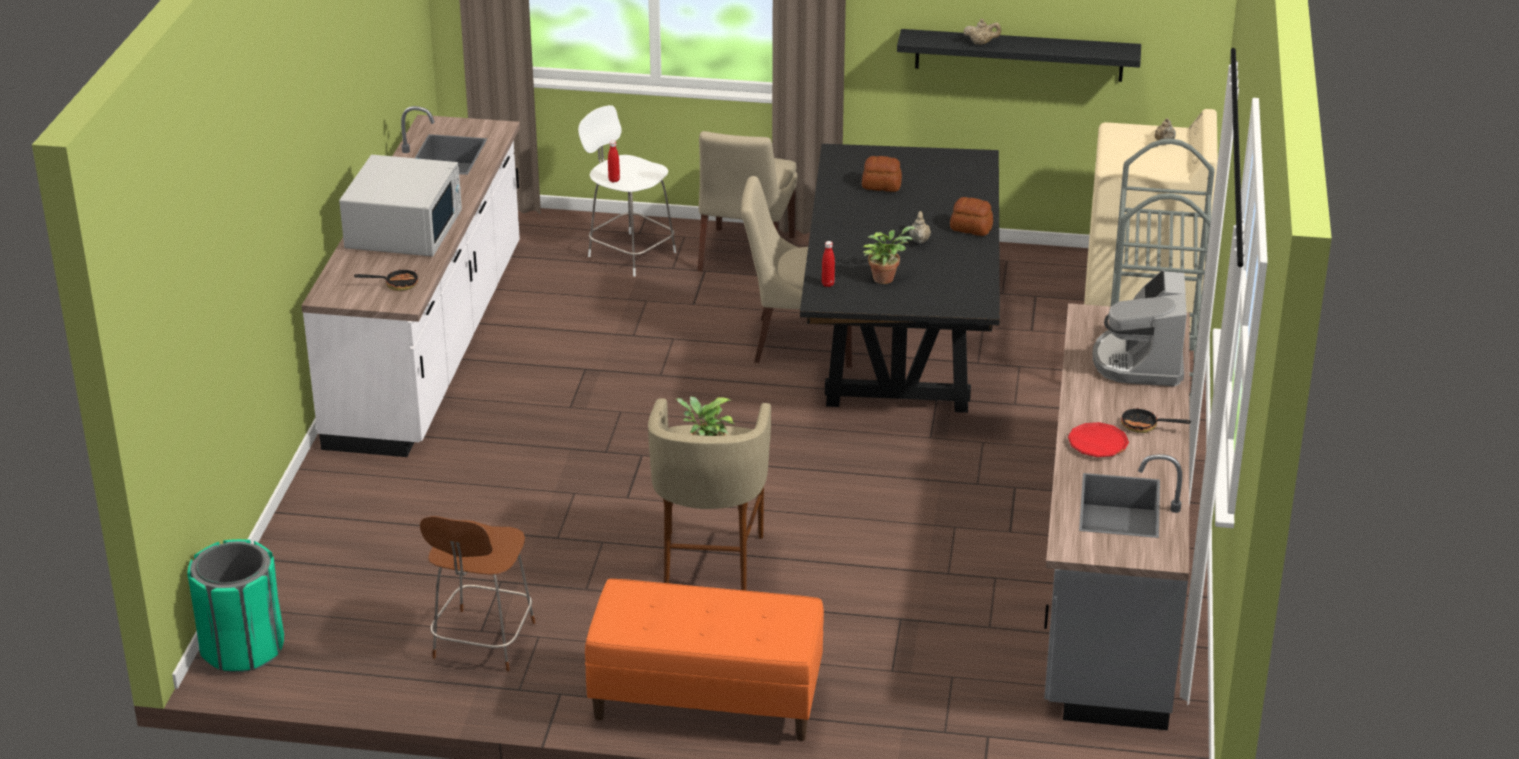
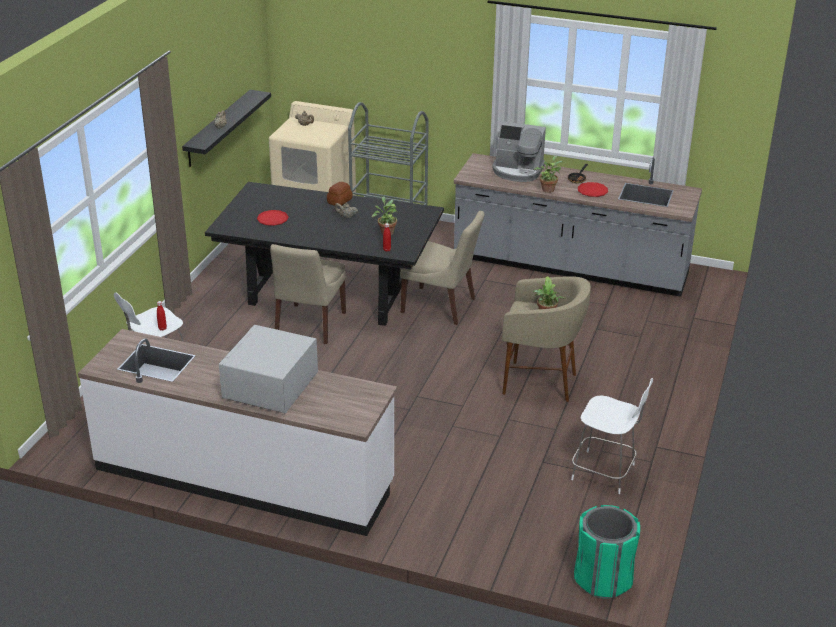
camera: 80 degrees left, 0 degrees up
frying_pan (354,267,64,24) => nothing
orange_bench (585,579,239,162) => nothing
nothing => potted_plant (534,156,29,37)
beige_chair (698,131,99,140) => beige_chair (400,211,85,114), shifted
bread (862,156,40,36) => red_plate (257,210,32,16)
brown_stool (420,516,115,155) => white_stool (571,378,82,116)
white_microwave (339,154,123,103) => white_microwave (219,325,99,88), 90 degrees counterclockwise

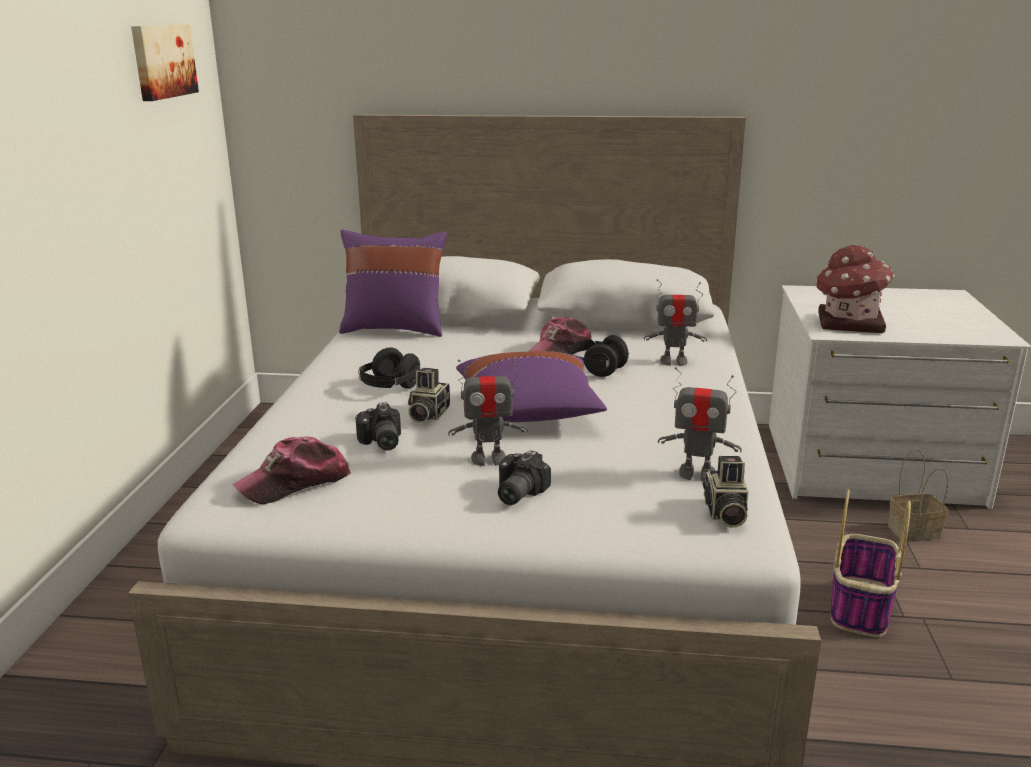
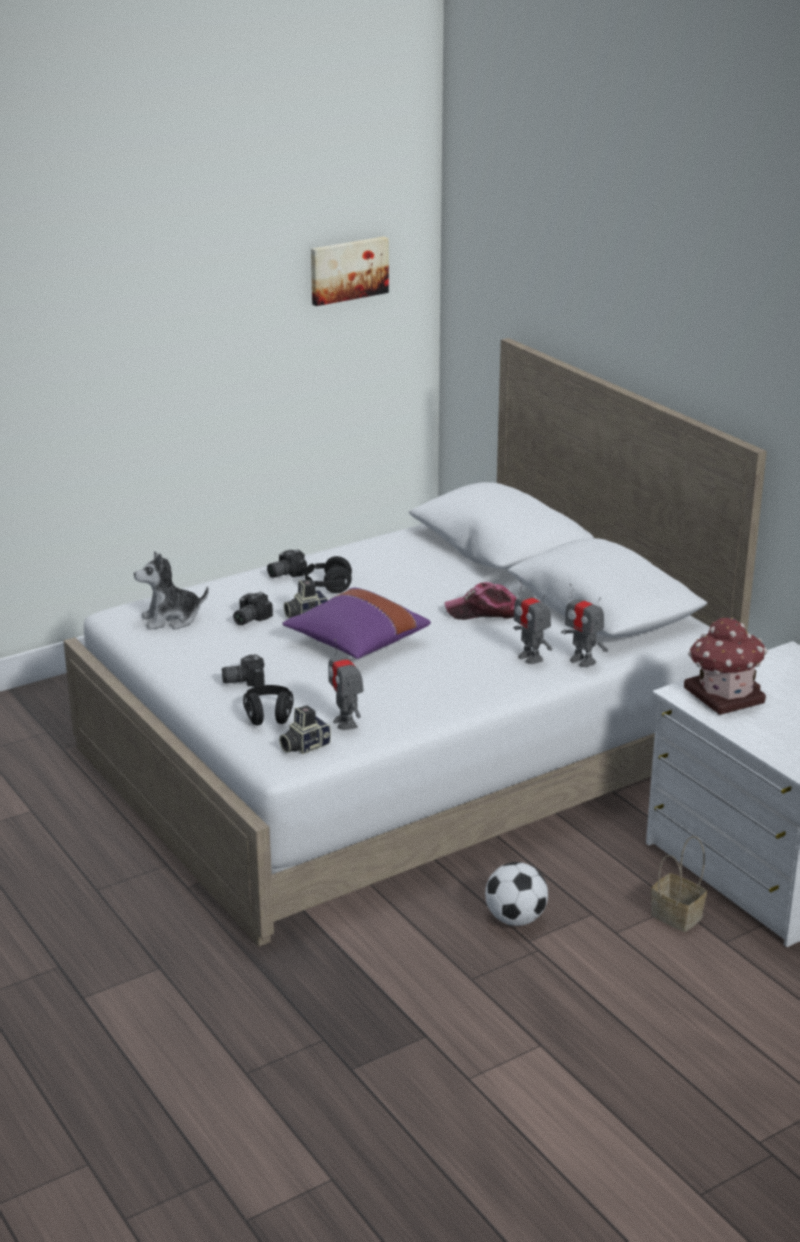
camera: 50 degrees right, 5 degrees up
purple_pillow (339,230,108,107) => nothing
nothing => photo_camera (267,549,40,29)
toy_robot (448,359,80,107) => toy_robot (561,584,47,83), shifted
black_headphones (567,335,62,42) => black_headphones (243,685,51,41), shifted
cap (233,436,118,68) => plush_toy (134,551,75,79)
basket (831,489,80,148) => football (485,862,63,64)

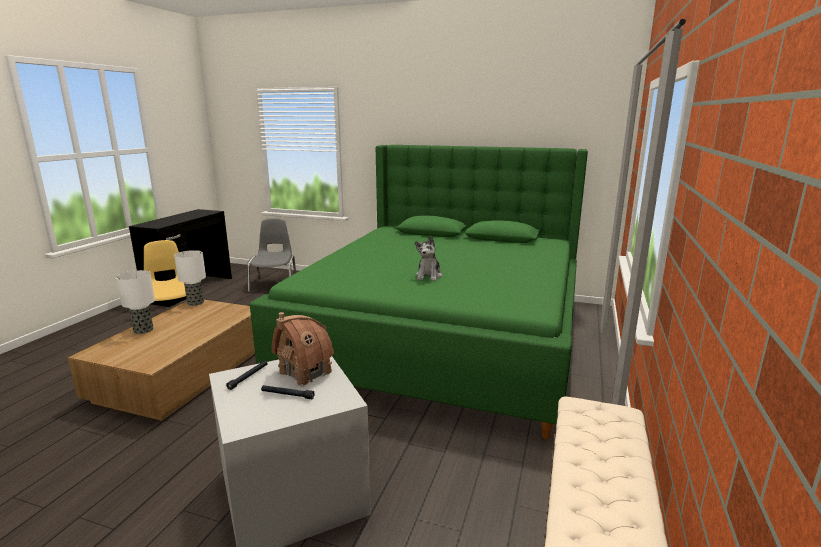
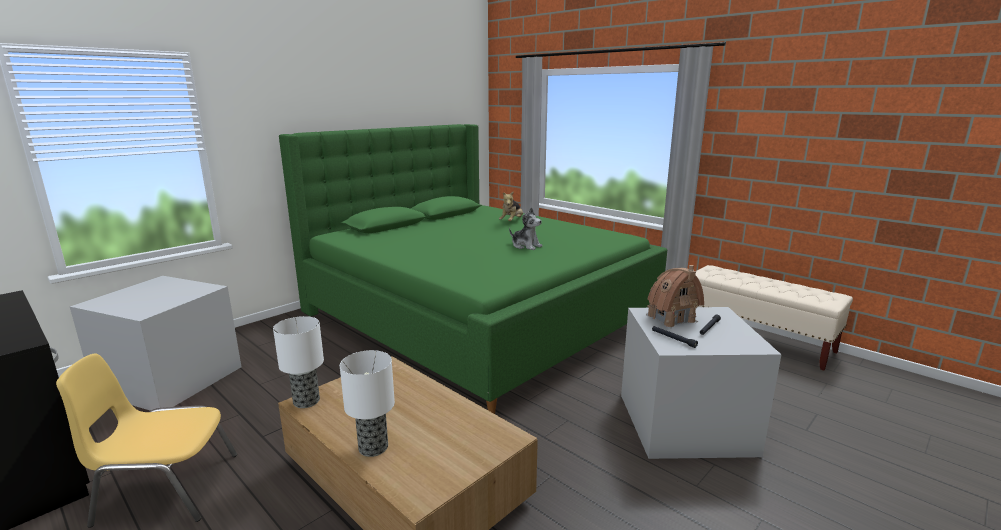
camera: 65 degrees left, 0 degrees up
nothing => plush_toy (499,191,24,30)
grey_chair (247,218,49,74) => grey_storage_box (70,276,171,135)

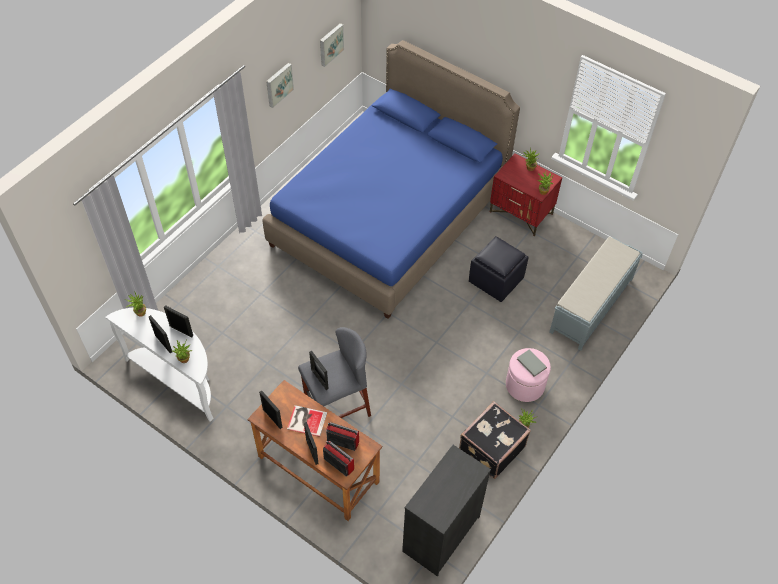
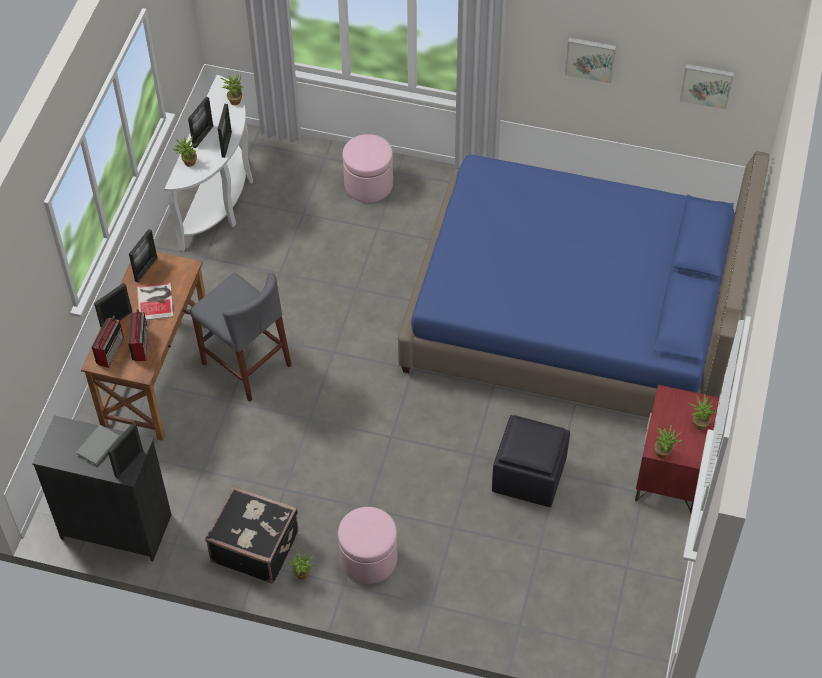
camera: 70 degrees right, 0 degrees up
grey_bench (550,237,93,113) => nothing
nothing => pink_ottoman (342,134,51,69)
picture_frame (309,351,20,39) => picture_frame (108,422,35,56), shifted
grey_book (517,349,30,28) => grey_book (76,425,44,41), shifted

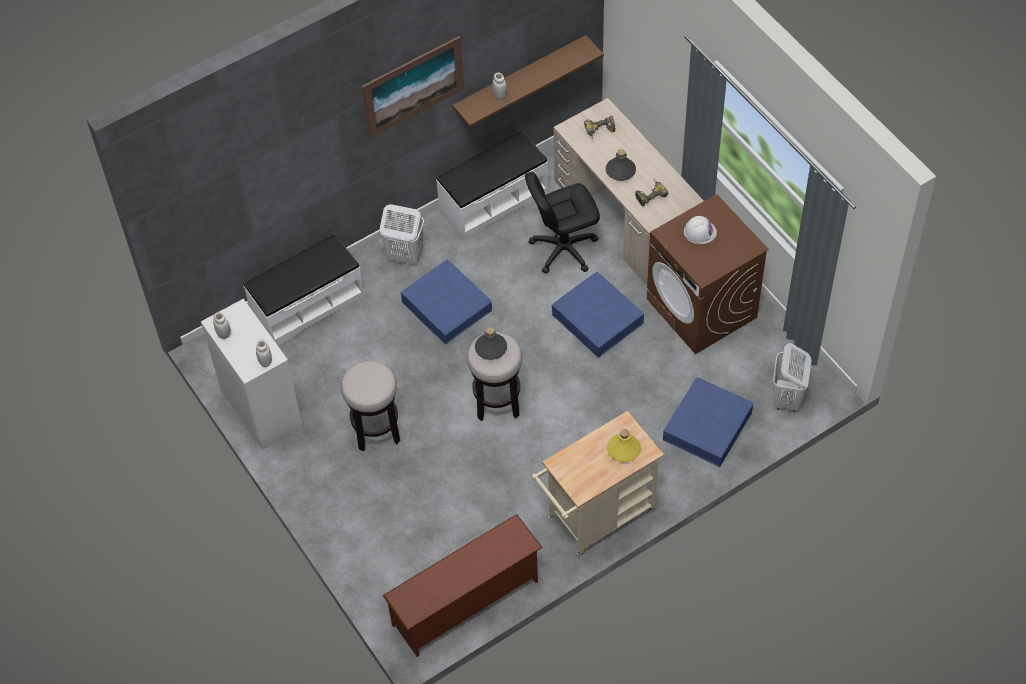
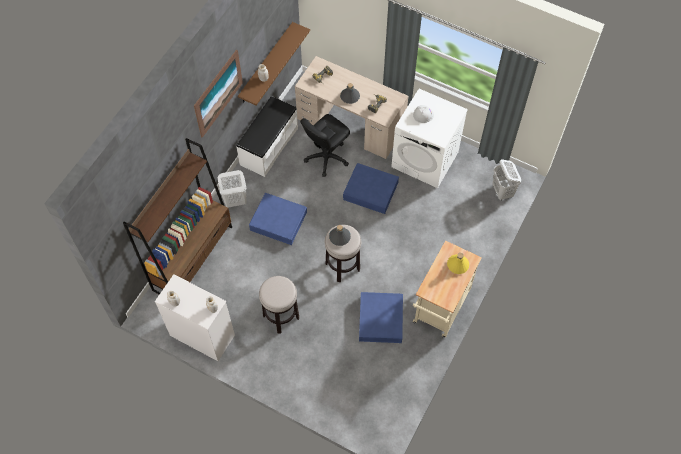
camera: 30 degrees left, 5 degrees up
brown_shoe_rack (382,514,161,143) => nothing
blue_storage_box (663,377,90,90) => blue_storage_box (359,292,44,51), shifted
white_bench (243,234,122,111) => brown_bookcase (123,138,109,156)
brown_washing_machine (646,194,123,160) => white_washing_machine (392,89,76,99)

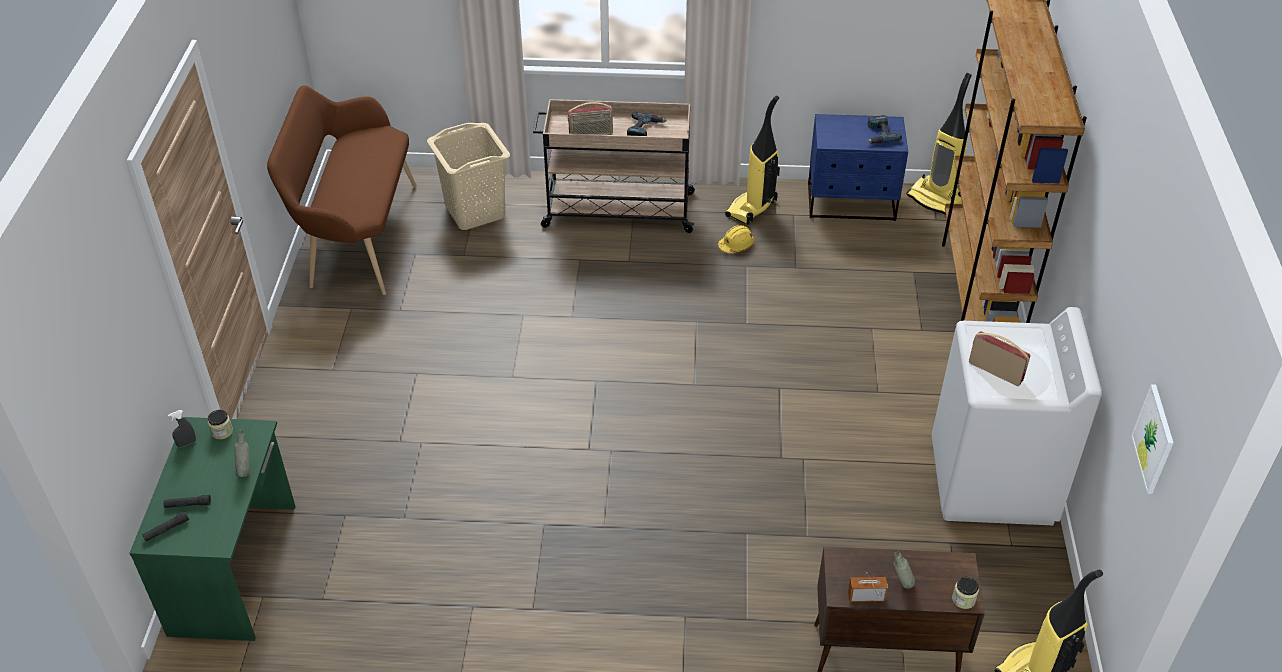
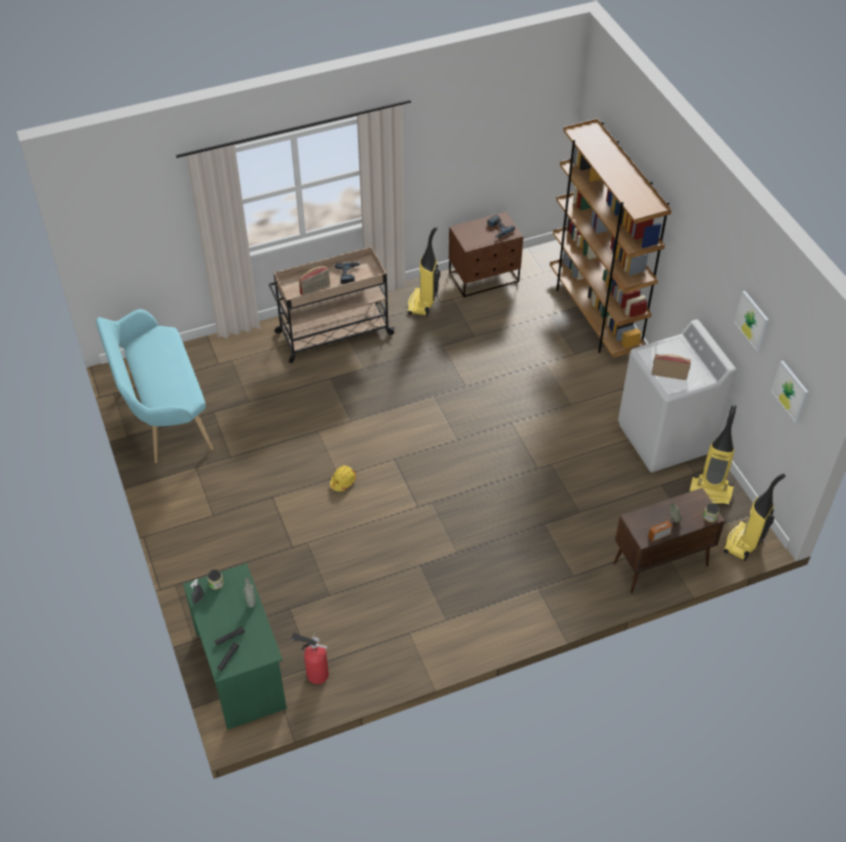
camera: 25 degrees left, 5 degrees up
beige_laundry_basket (427,123,83,107) => nothing
nothing => fire_extinguisher (291,632,38,52)
nothing => picture (734,291,35,61)
yellow_hard_hat (718,225,37,28) => yellow_hard_hat (330,465,26,26), shifted
vacuum_cleaner (907,73,65,142) => vacuum_cleaner (689,405,47,101), shifted
brown_bench (267,85,150,210) => turquoise_bench (96,309,117,154)
blue_nightstand (808,114,100,107) => brown_nightstand (449,212,74,86)

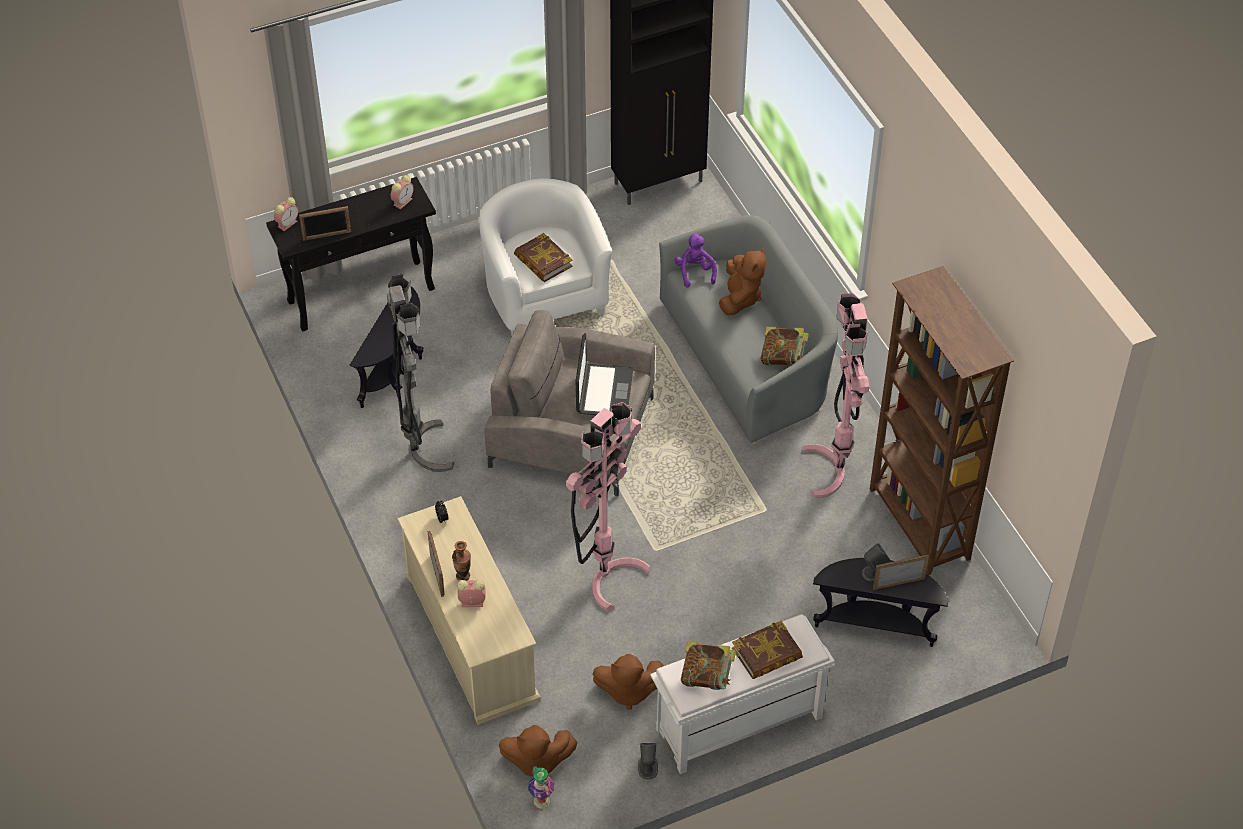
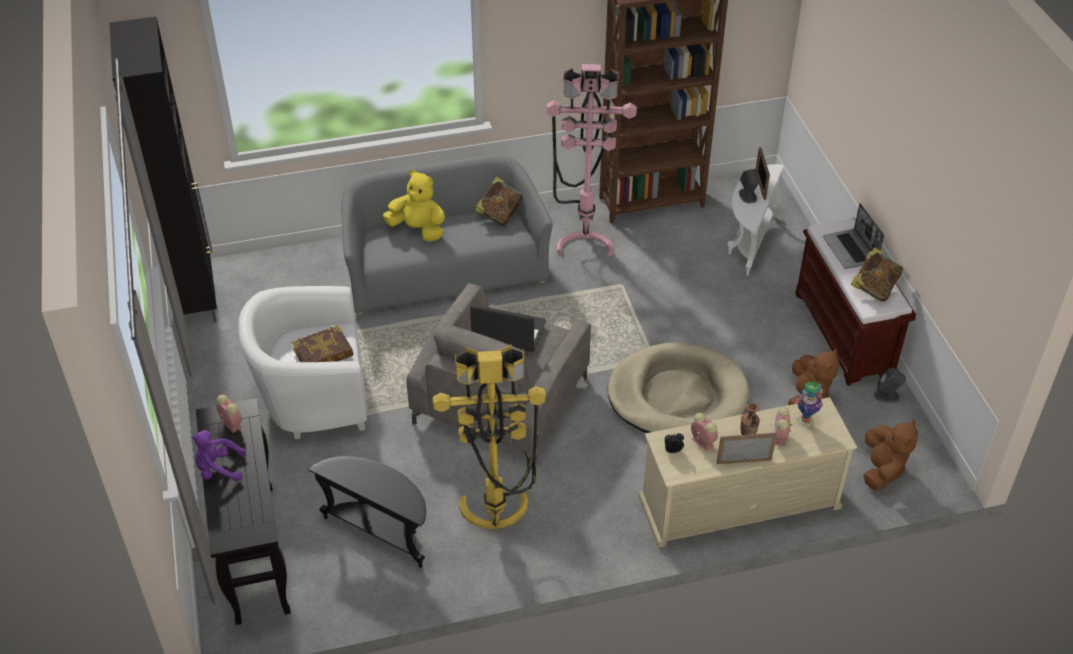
camera: 80 degrees left, 5 degrees down
picture_frame (299,206,52,35) => nothing
alarm_clock (274,197,24,34) => alarm_clock (691,413,27,38), shifted
vase (528,766,26,43) => vase (796,382,27,46), shifted
purple_plush_toy (675,233,42,55) => purple_plush_toy (191,430,55,51), shifted
pink_floor_lamp (566,402,84,208) => beige_dog_bed (608,342,141,91)
book (732,621,71,58) => laptop (823,203,61,66)
grey_floor_lamp (387,274,67,198) => yellow_floor_lamp (432,344,114,185)
white_bench (650,614,185,160) => brown_bench (795,218,121,168)
brown_plush_toy (719,247,47,69) => yellow_plush_toy (382,170,63,72)
black_side_table (813,558,135,89) => white_side_table (727,164,58,111)

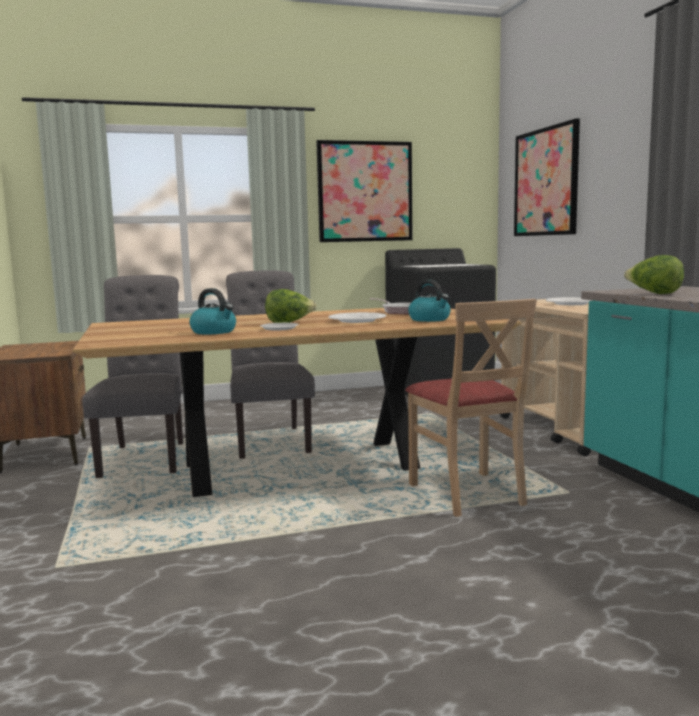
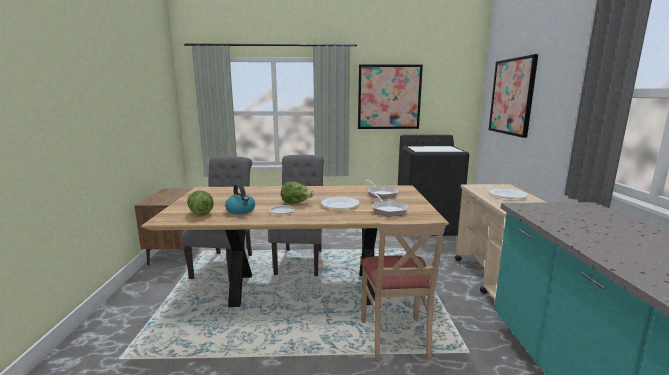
camera: 15 degrees right, 5 degrees up
lettuce (624,255,60,39) => lettuce (187,190,27,26), shifted
kettle (408,280,43,42) => frying_pan (371,192,37,25)

